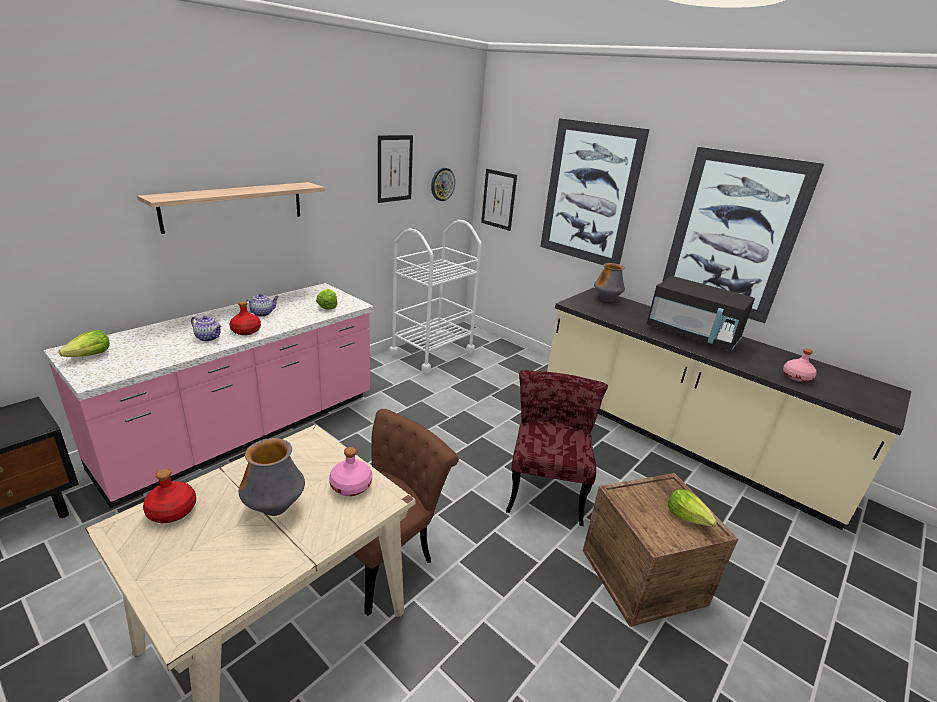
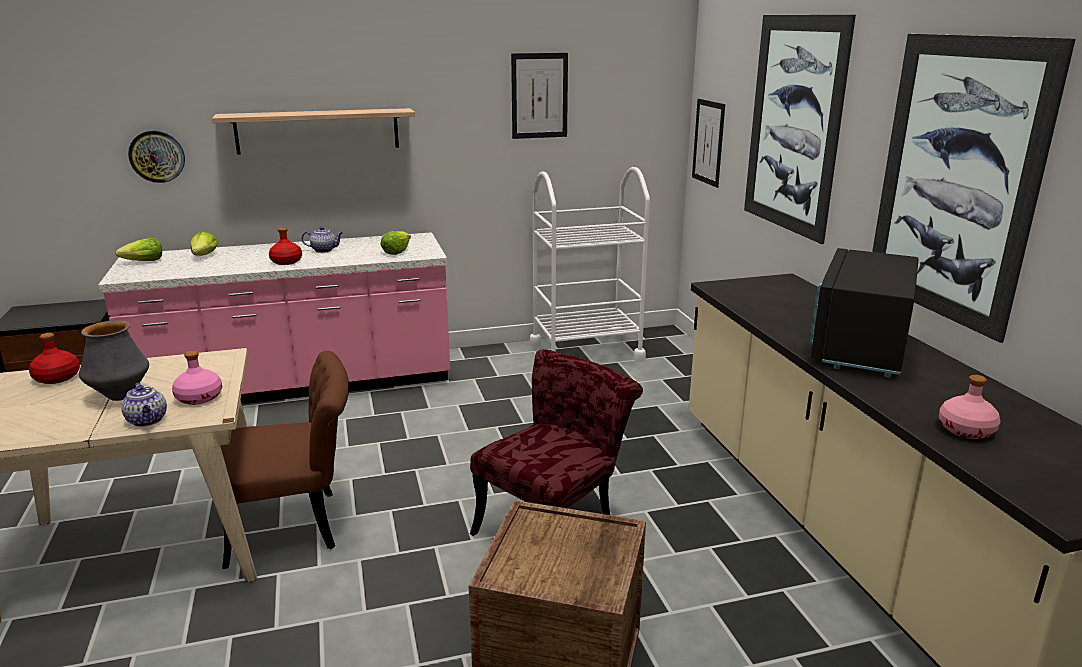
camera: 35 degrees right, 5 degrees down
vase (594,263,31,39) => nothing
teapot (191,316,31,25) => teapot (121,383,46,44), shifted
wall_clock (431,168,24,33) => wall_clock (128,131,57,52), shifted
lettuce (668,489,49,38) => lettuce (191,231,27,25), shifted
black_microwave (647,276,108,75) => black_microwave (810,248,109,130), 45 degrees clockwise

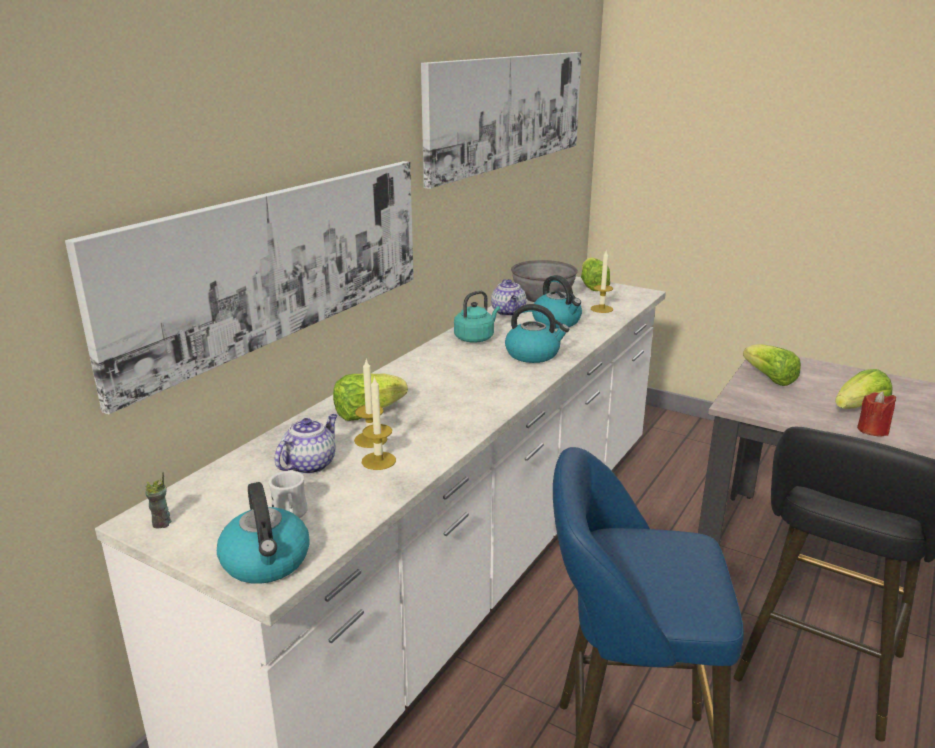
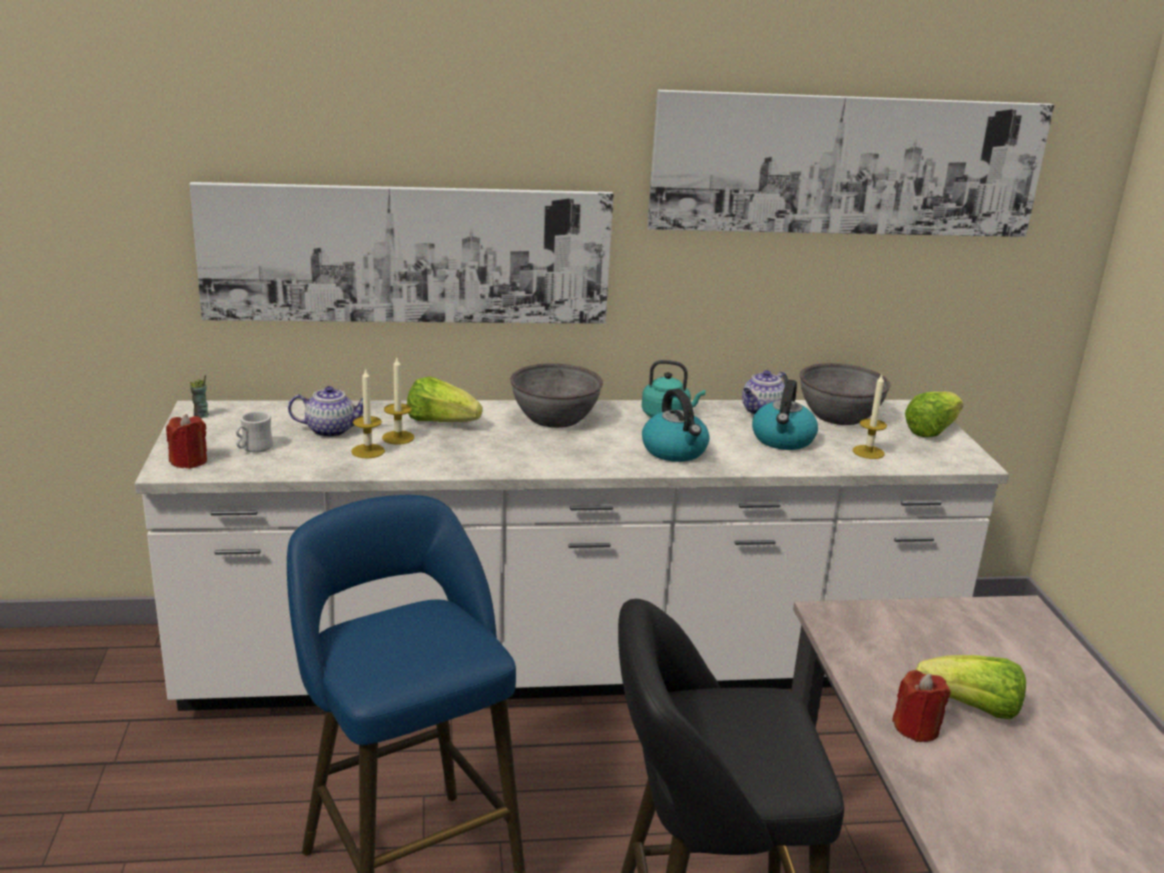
camera: 50 degrees right, 0 degrees up
lettuce (743,344,58,42) => nothing
nothing => grey_bowl (510,363,93,65)
kettle (217,482,93,102) => red_candle (166,414,41,55)

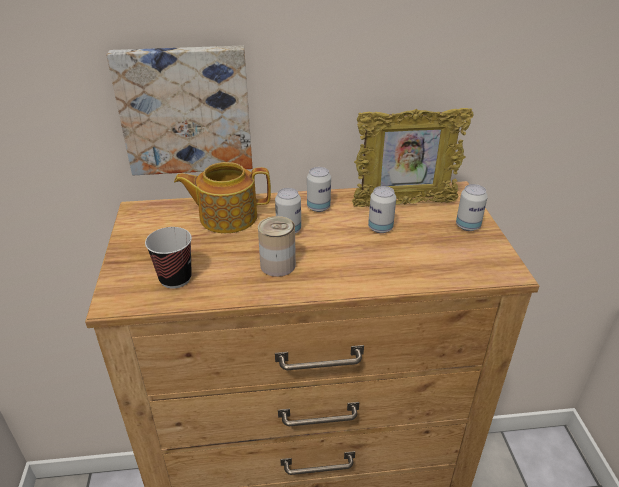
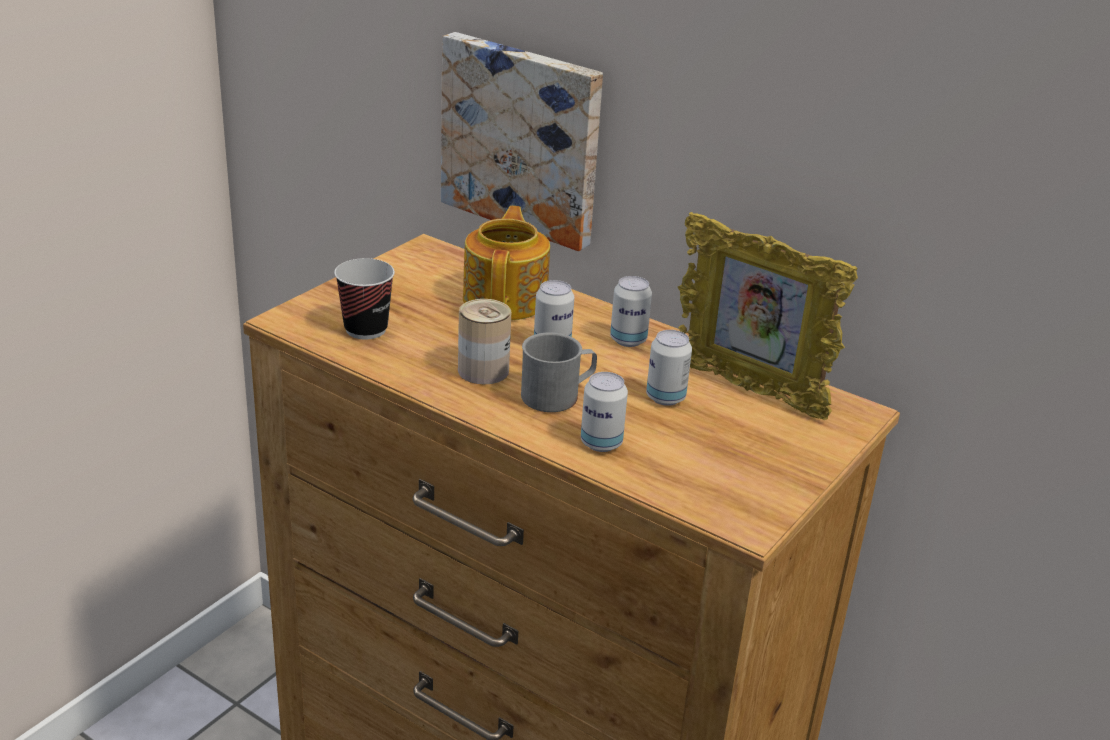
camera: 40 degrees right, 5 degrees down
nothing => grey_mug (521,333,76,79)
can (456,184,32,47) => can (581,372,47,80), shifted
teapot (174,162,97,71) => teapot (463,206,87,114), 60 degrees clockwise

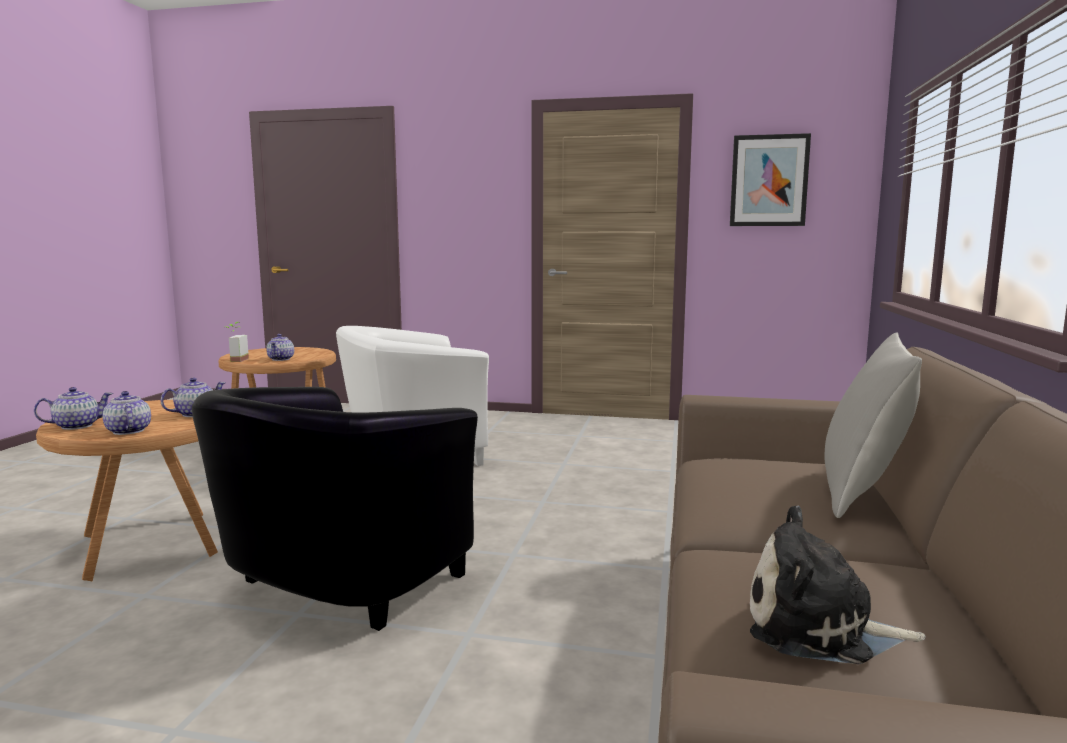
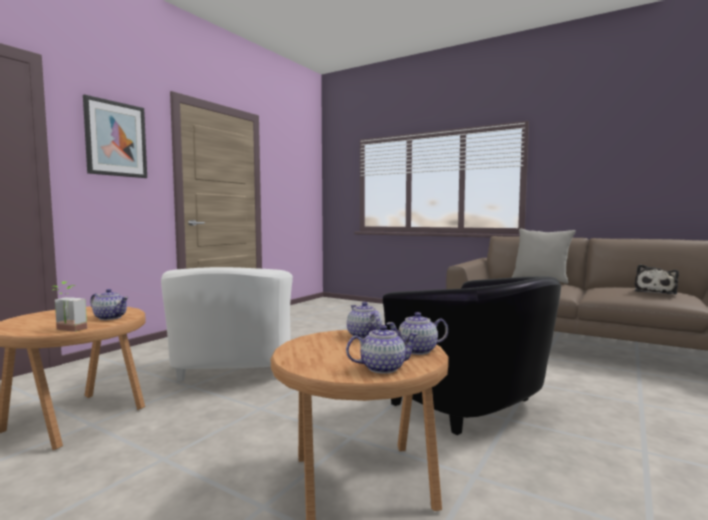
camera: 70 degrees left, 5 degrees down
picture (730,133,81,93) => picture (83,94,64,84), shifted
teapot (34,387,79,43) => teapot (346,325,73,49), 90 degrees clockwise

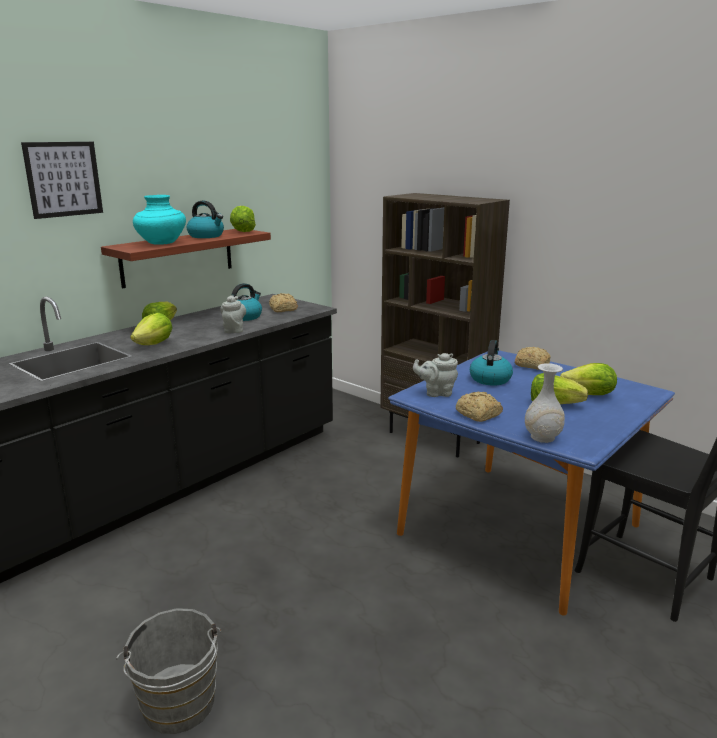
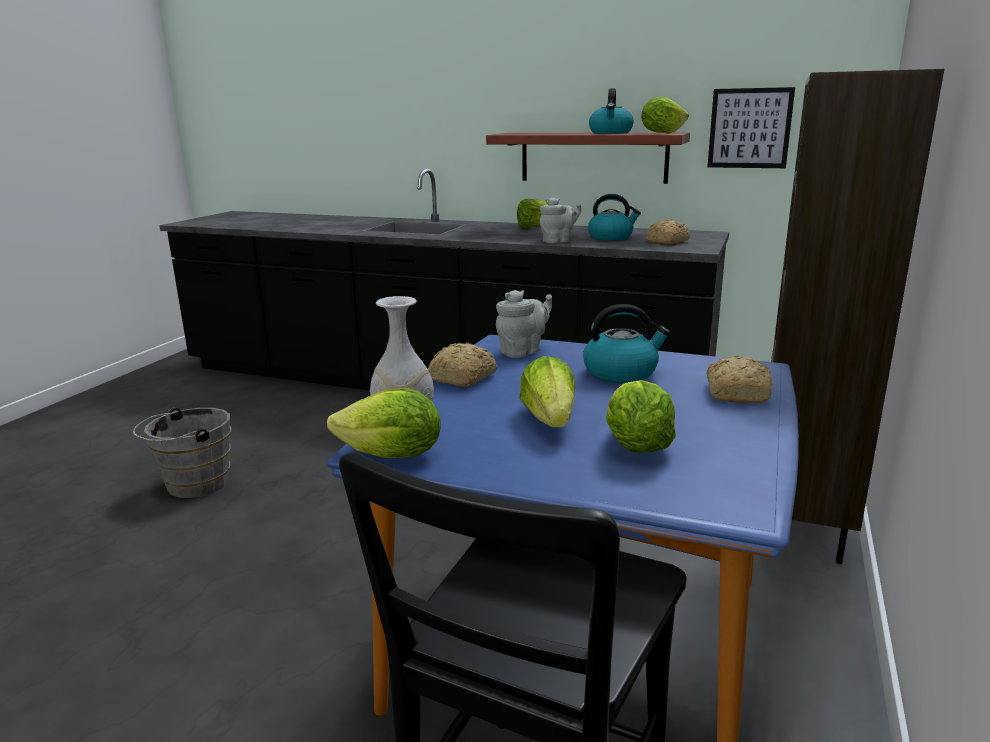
camera: 70 degrees right, 0 degrees up
turquoise_vase (133,195,53,50) => nothing
picture (21,142,82,77) => picture (707,87,88,81), shifted
lettuce (130,313,42,32) => lettuce (327,388,114,70), shifted
grey_teapot (413,353,45,44) => grey_teapot (496,290,56,68), 75 degrees clockwise

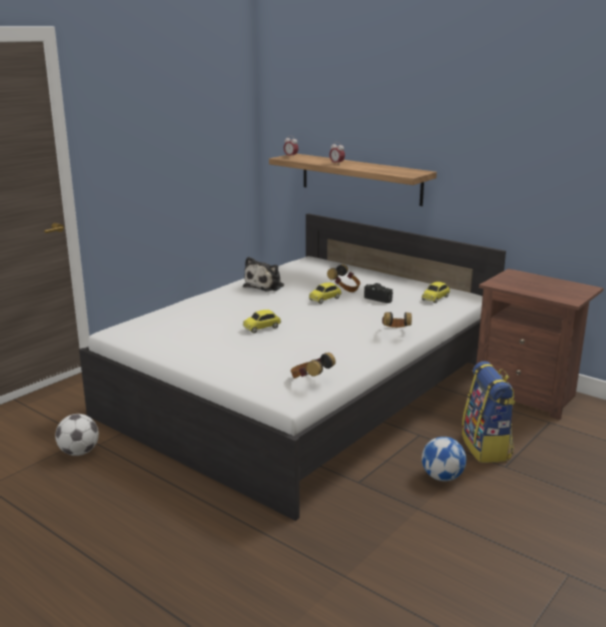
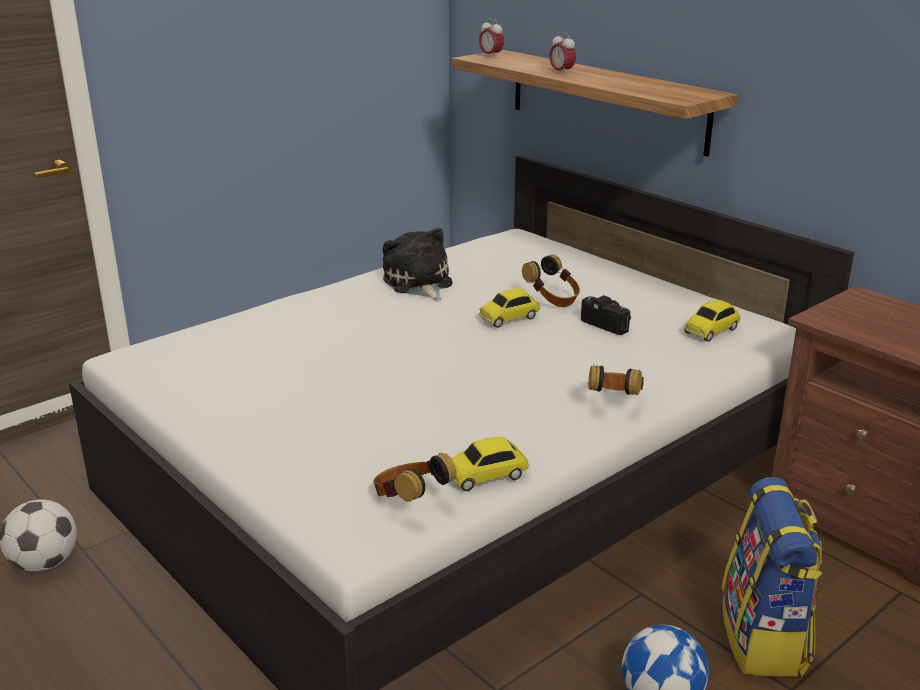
camera: 10 degrees right, 5 degrees up
toy_car (243,310,38,23) => toy_car (451,437,78,54), shifted
plush_toy (243,257,41,35) => plush_toy (383,227,69,74), 120 degrees clockwise

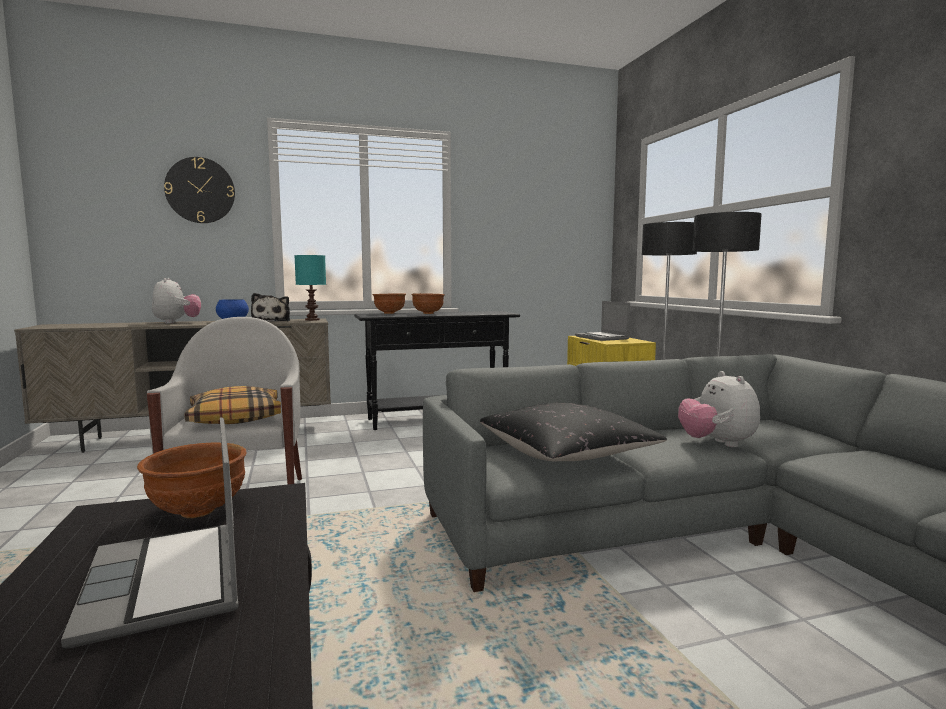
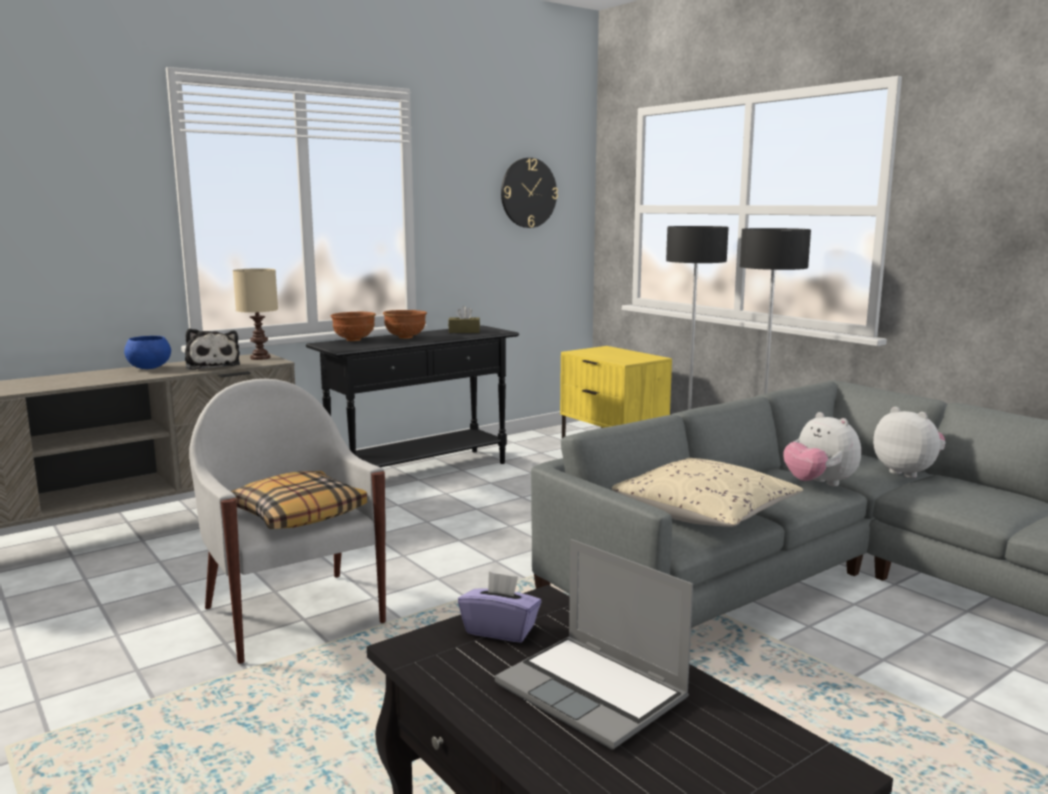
camera: 20 degrees left, 5 degrees up
laptop (575,301,55,40) => nothing
nothing => brown_tissue_box (448,306,32,27)
plush_toy (152,278,49,45) => plush_toy (873,407,73,71), shifted
wall_clock (164,157,71,66) => wall_clock (501,158,57,70), shifted
brown_bowl (137,442,110,76) => purple_tissue_box (458,571,83,72)
turquoise_table_lamp (294,255,32,66) => beige_table_lamp (233,268,45,92)
black_pillow (480,403,187,58) => beige_pillow (612,458,191,69)

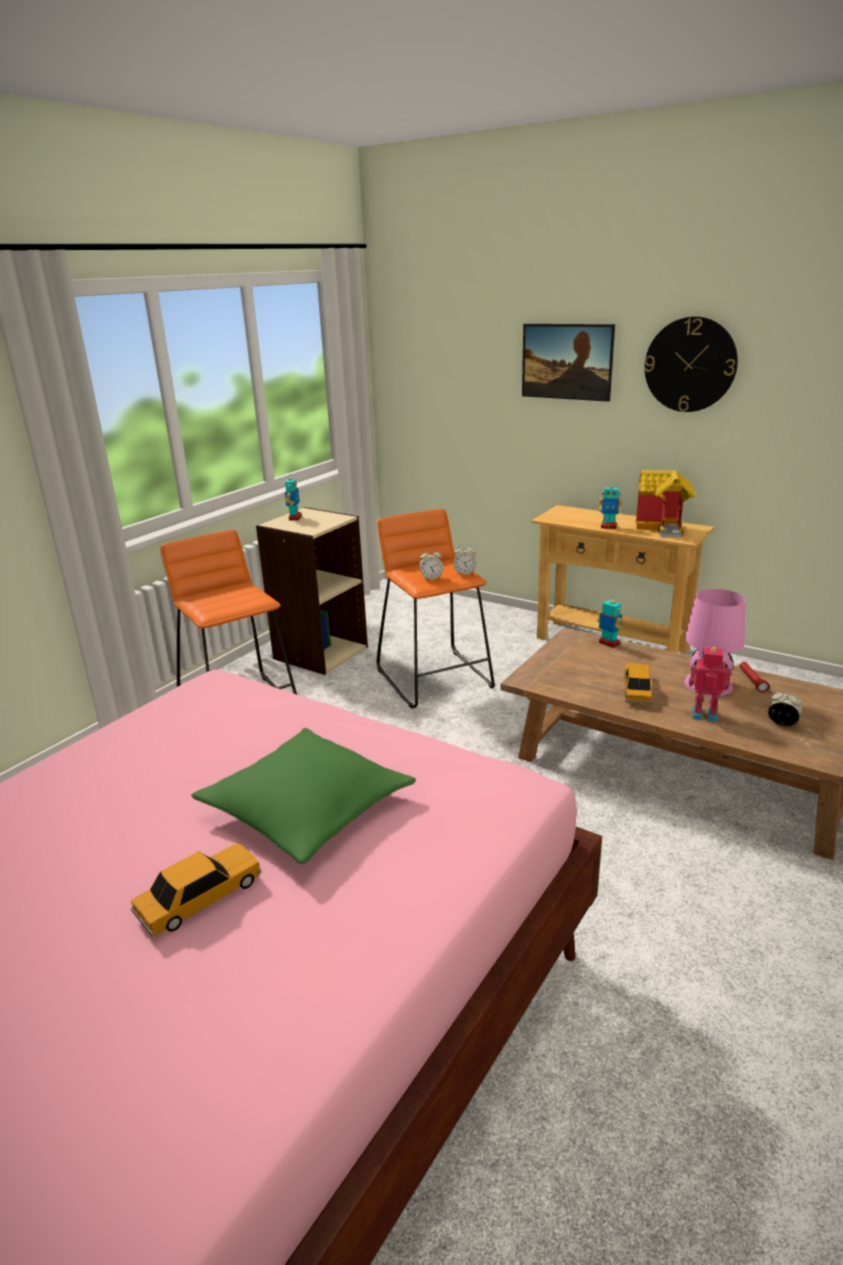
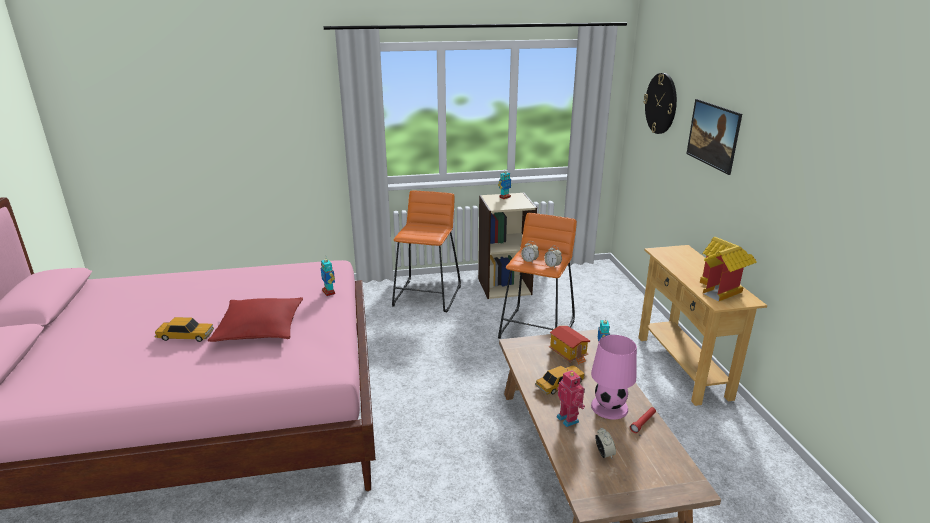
camera: 45 degrees right, 0 degrees up
nothing => toy_house (549,326,41,39)
toy_robot (599,482,23,47) => toy_robot (321,258,14,38), shifted
wall_clock (644,316,94,96) => wall_clock (644,73,33,61), shifted
green_pillow (191,728,225,137) => red_pillow (208,297,95,45)

